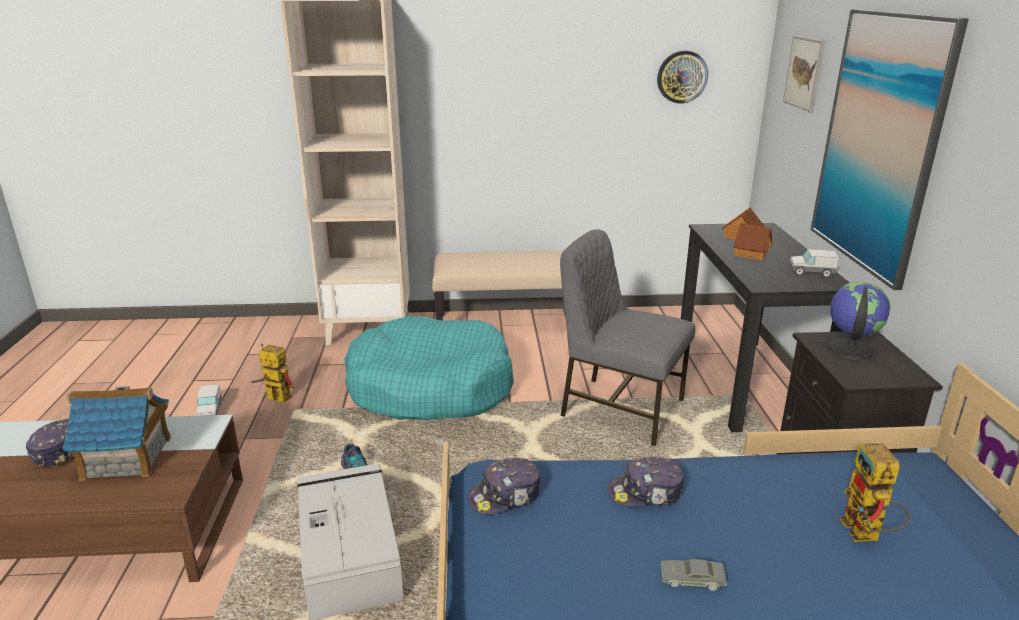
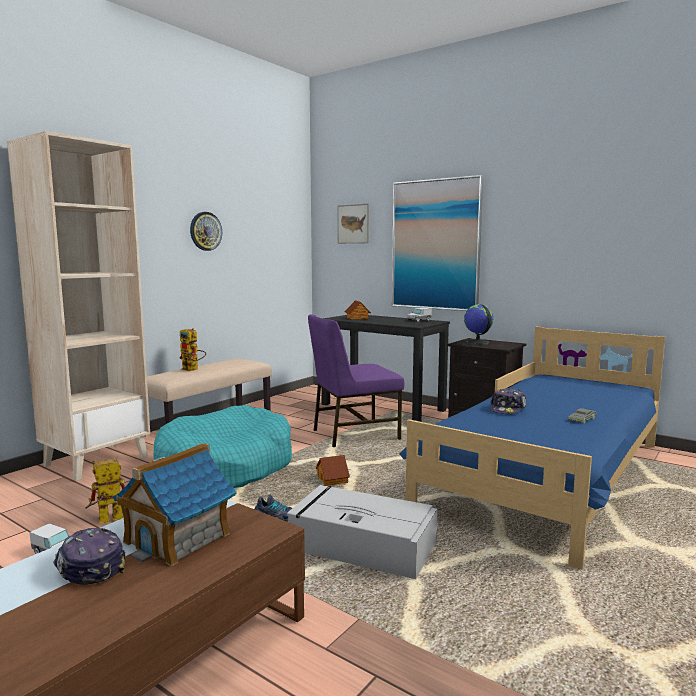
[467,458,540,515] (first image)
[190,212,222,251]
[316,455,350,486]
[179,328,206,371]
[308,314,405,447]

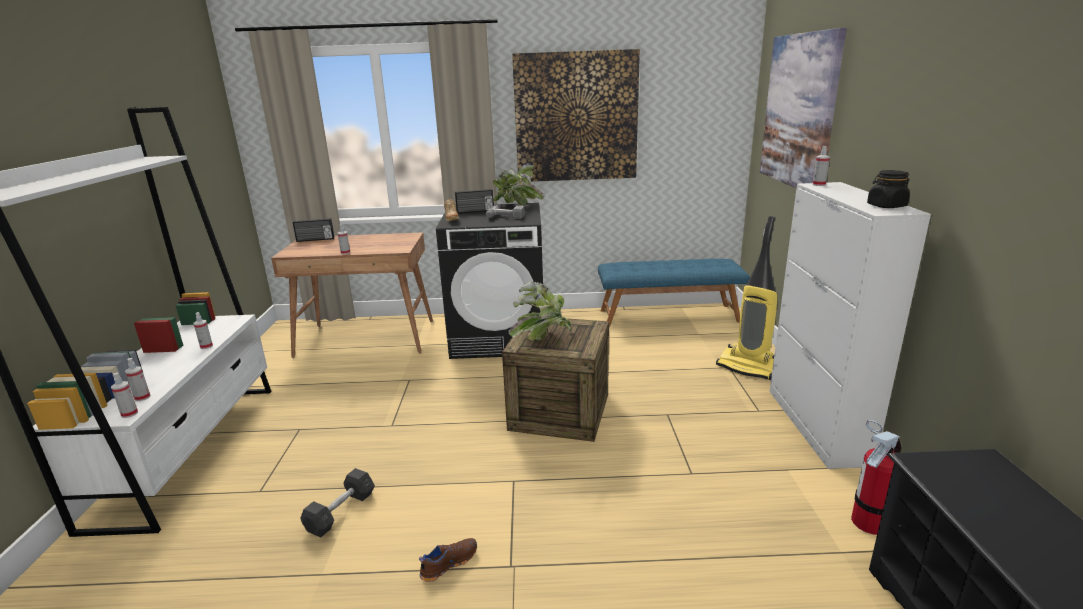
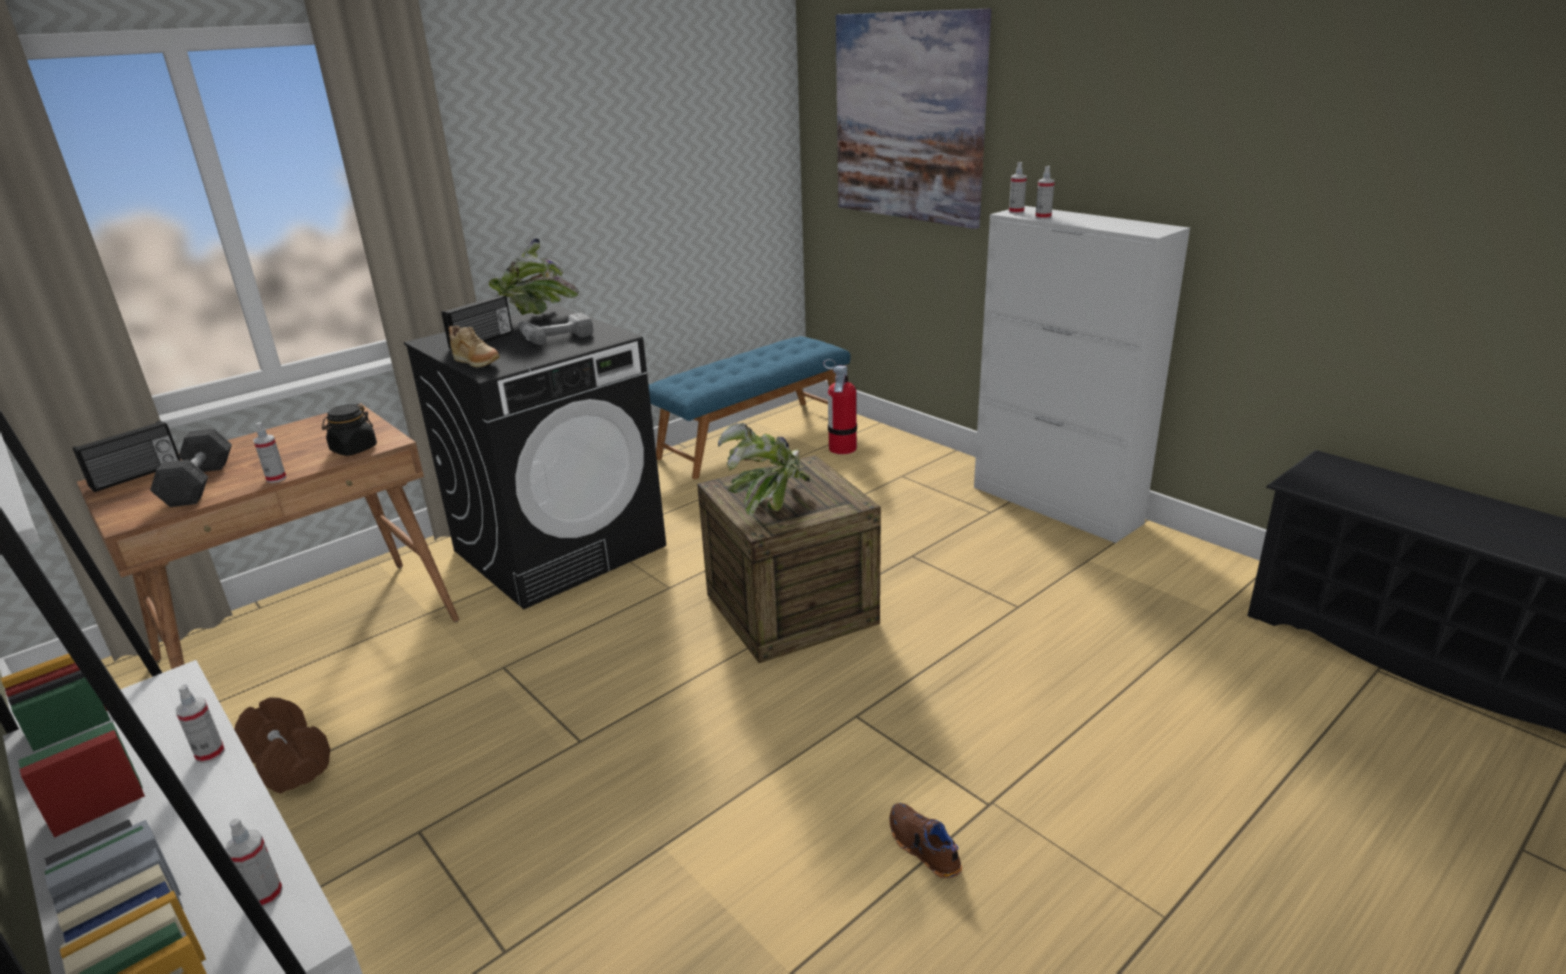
[512,49,640,182] (first image)
[716,216,777,380] (first image)
[234,698,331,794]
[1035,166,1055,219]
[150,428,232,507]
[823,359,857,454]
[322,404,377,456]
[889,803,962,878]

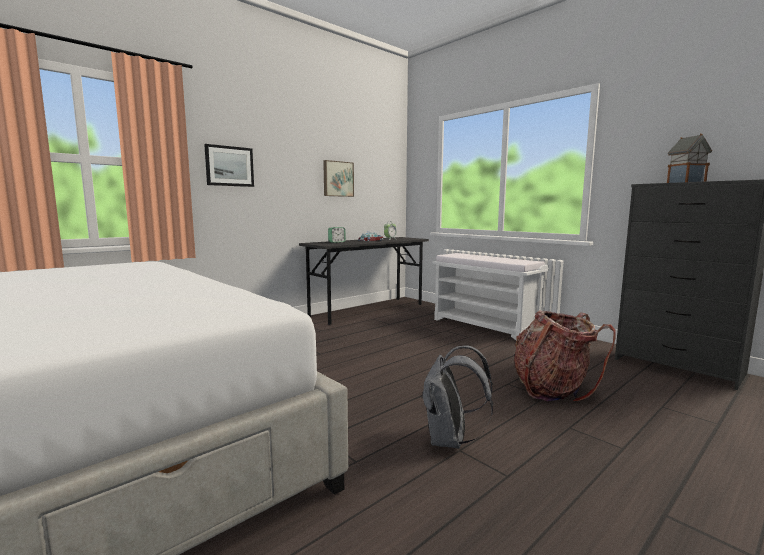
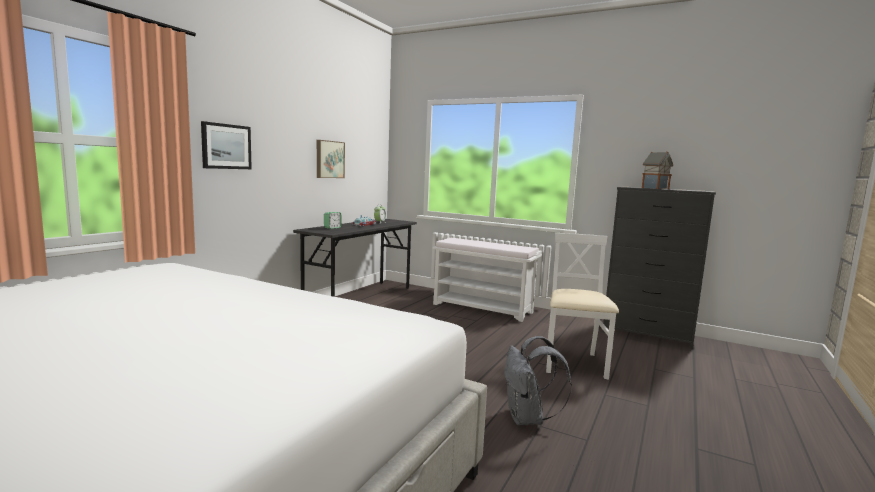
[546,233,619,379]

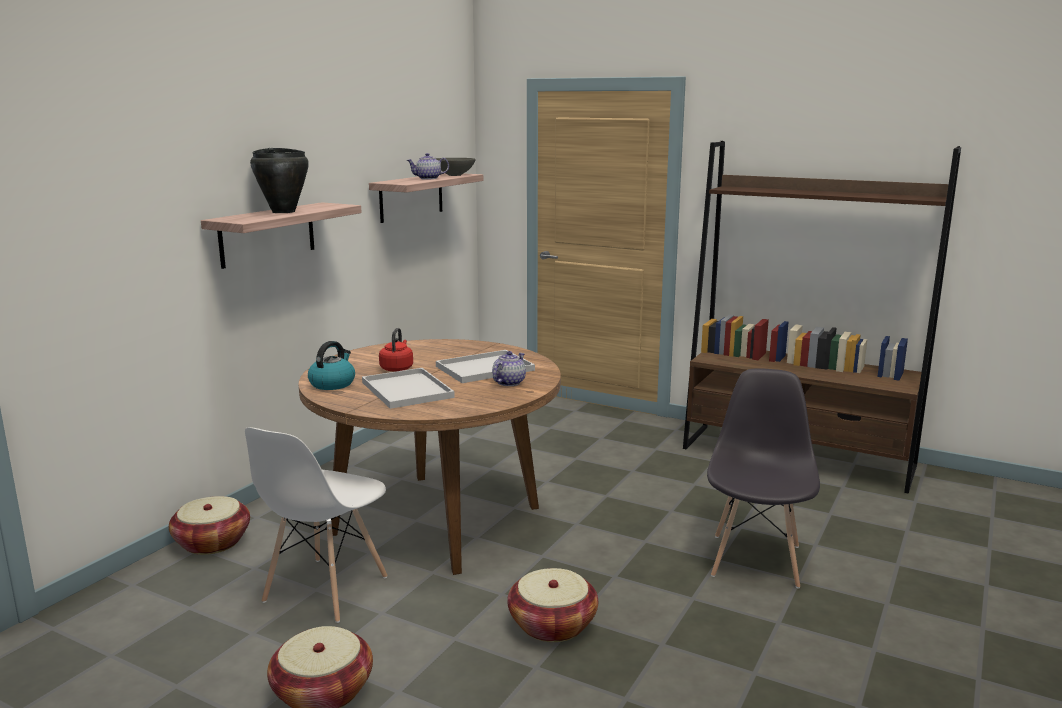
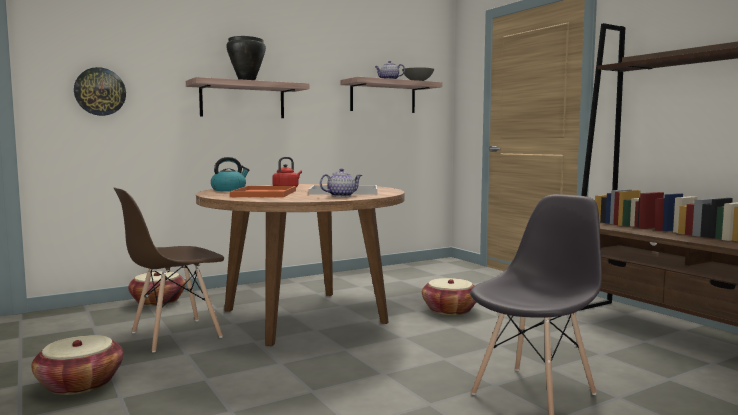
[74,67,126,116]
[422,278,476,315]
[114,187,224,352]
[230,186,296,197]

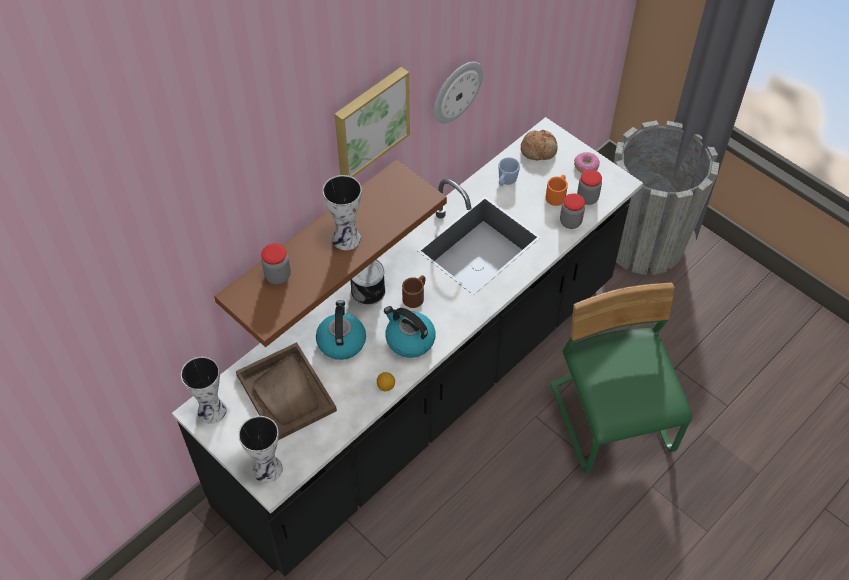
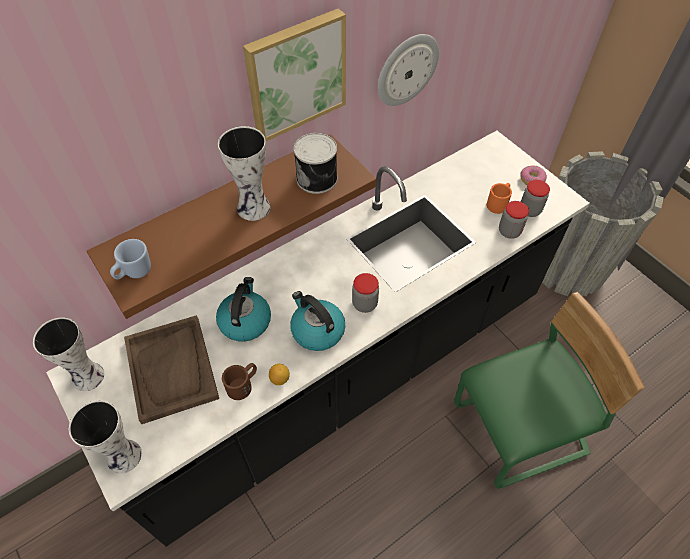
[521,130,558,160] (first image)
[352,273,379,313]
[294,133,338,194]
[222,363,257,400]
[110,239,151,280]
[454,292,644,489]

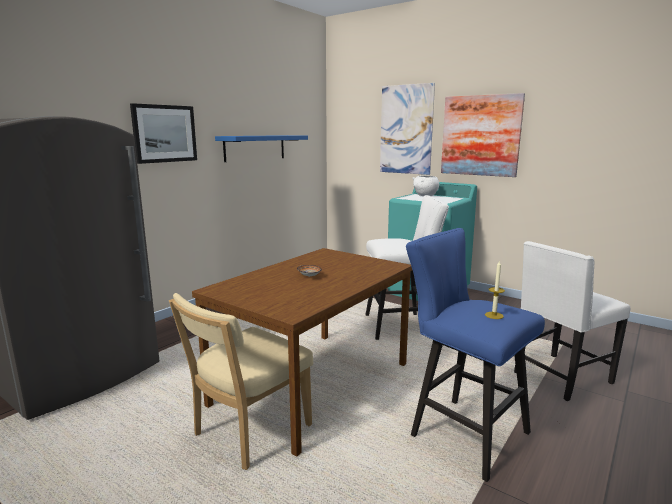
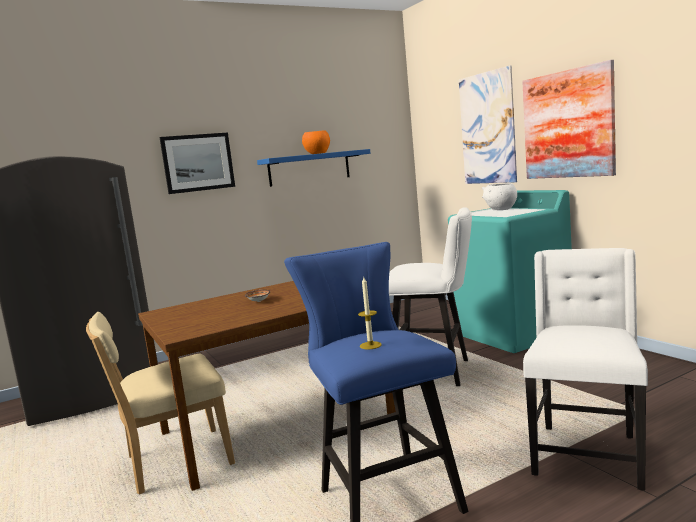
[302,130,330,154]
[523,248,648,490]

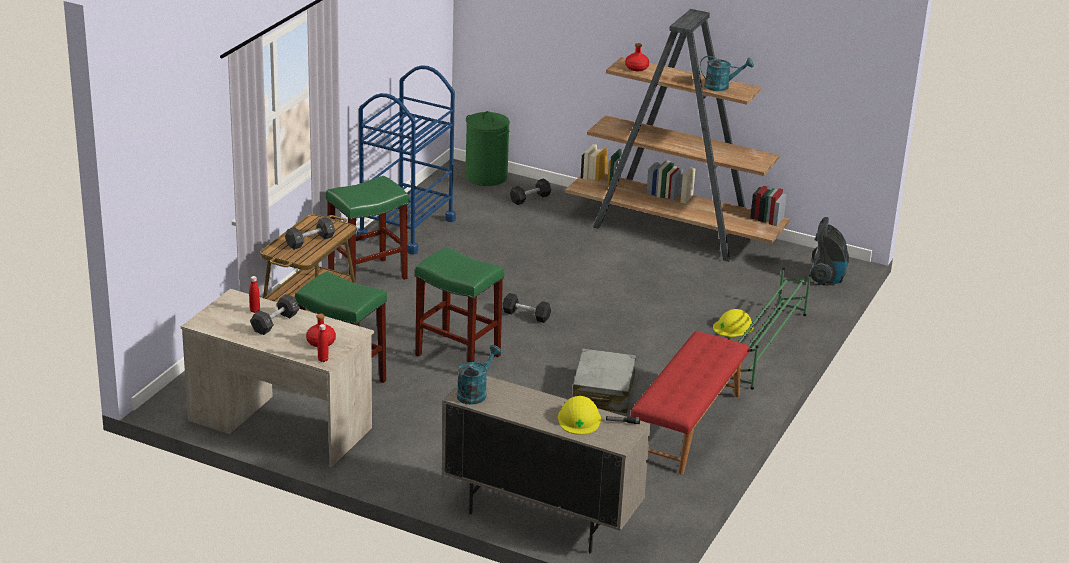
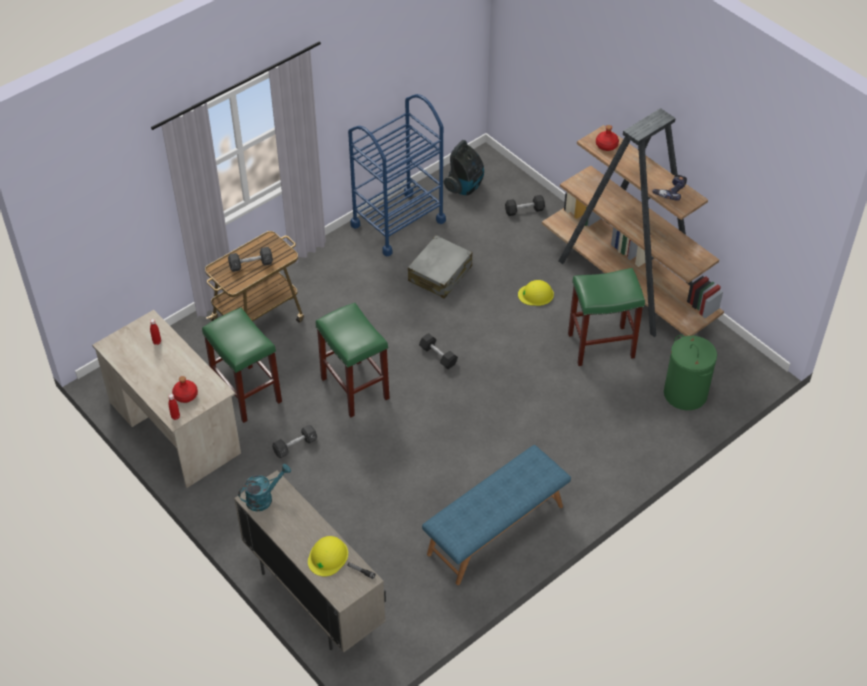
[727,267,811,390] (first image)
[272,425,317,459]
[568,268,645,366]
[664,335,717,410]
[408,235,472,299]
[518,280,554,306]
[444,140,484,196]
[652,175,687,200]
[422,445,571,585]

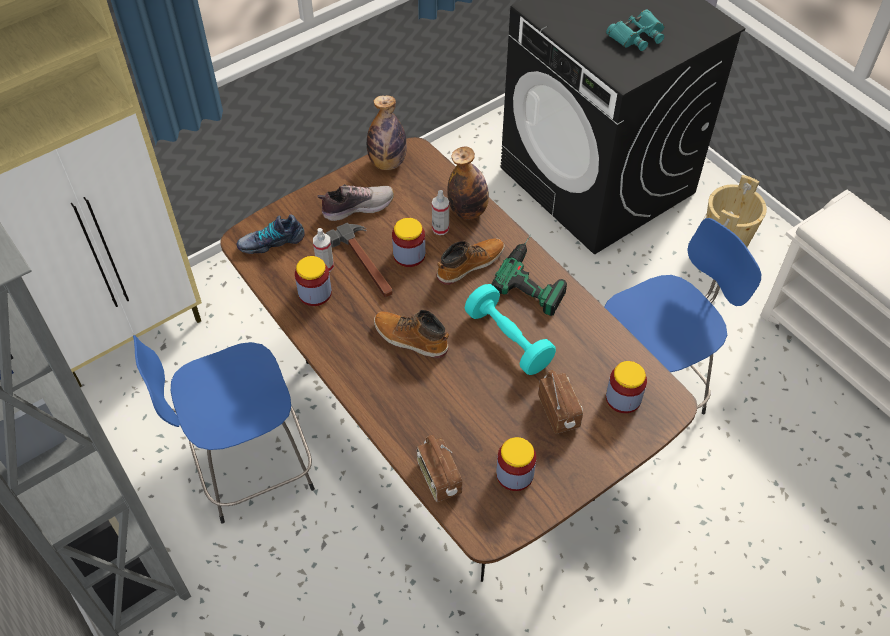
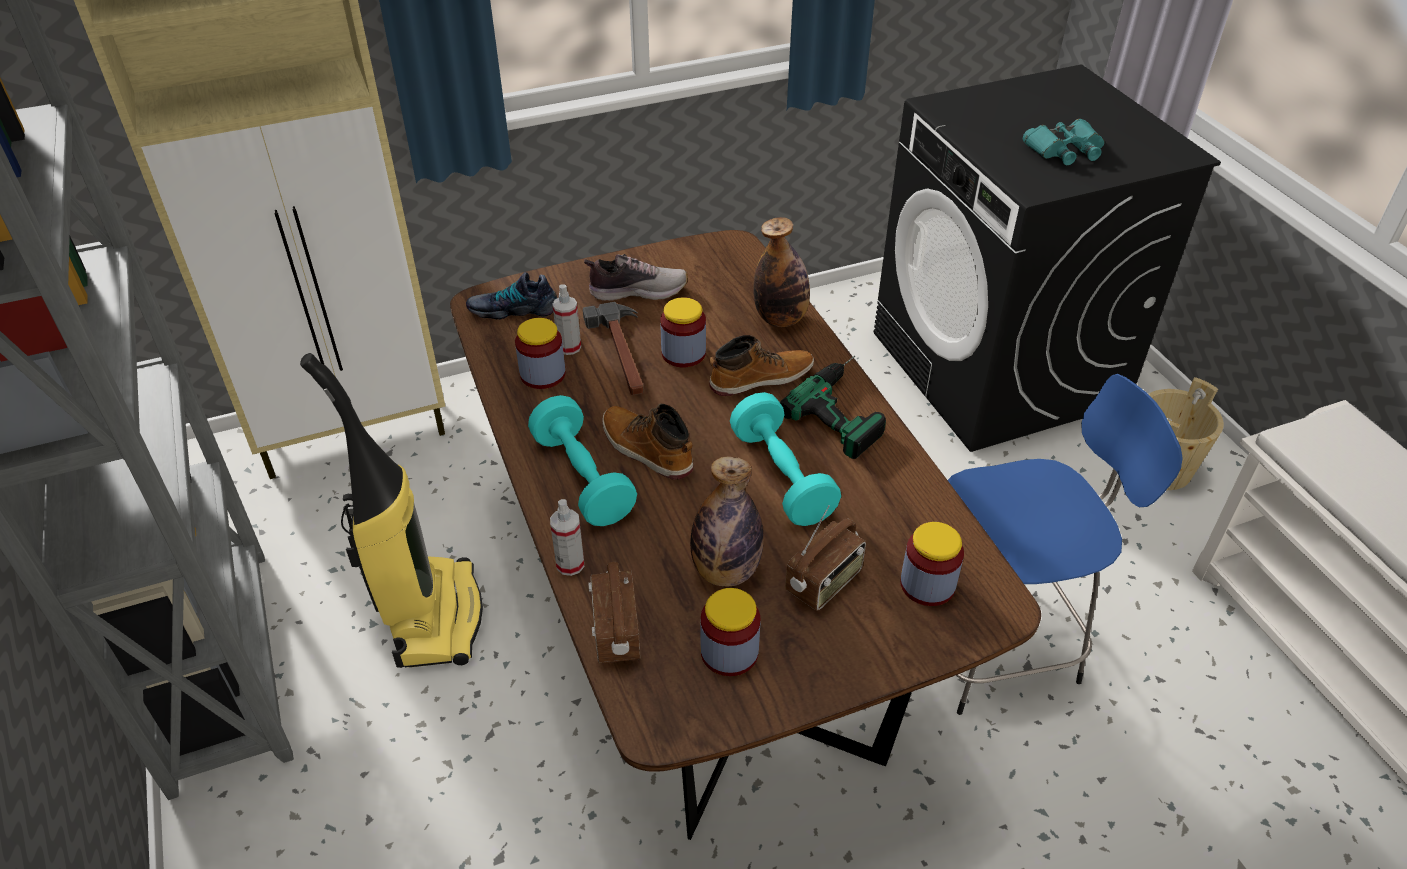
[528,395,637,526]
[690,456,764,586]
[550,499,584,576]
[300,353,483,668]
[785,505,866,611]

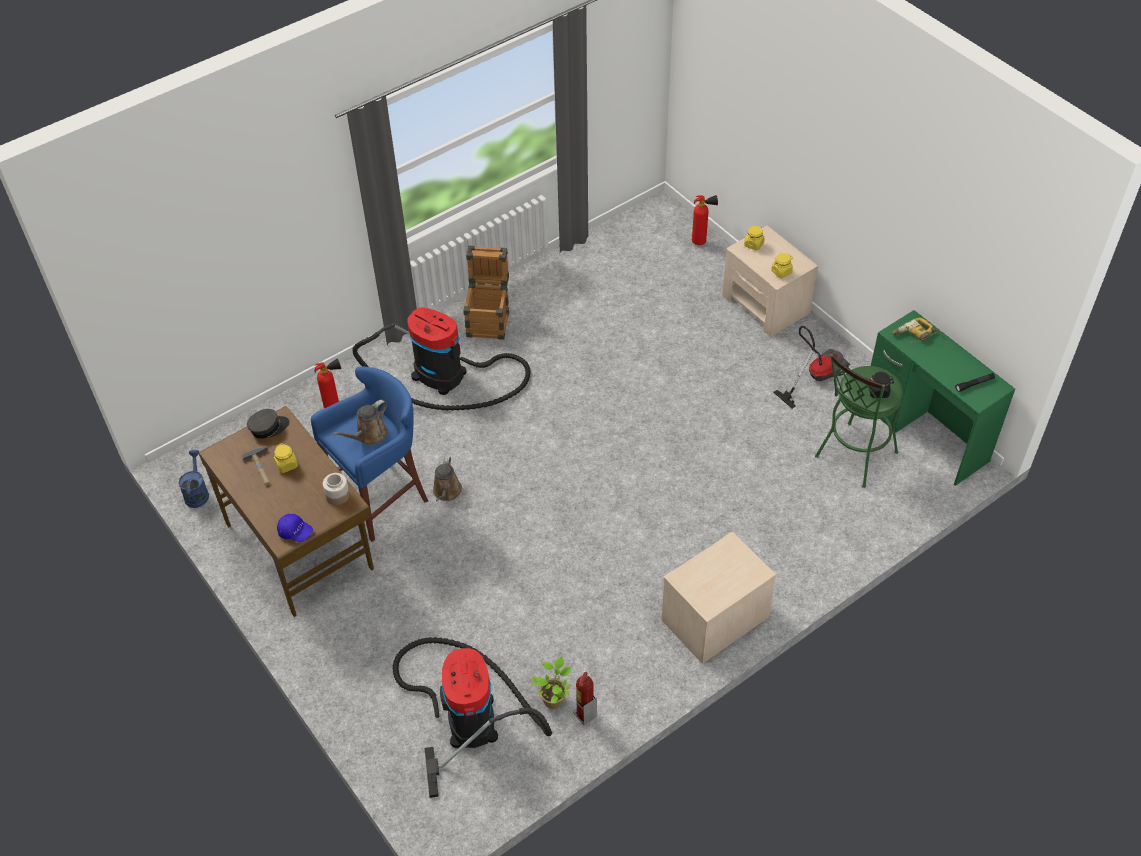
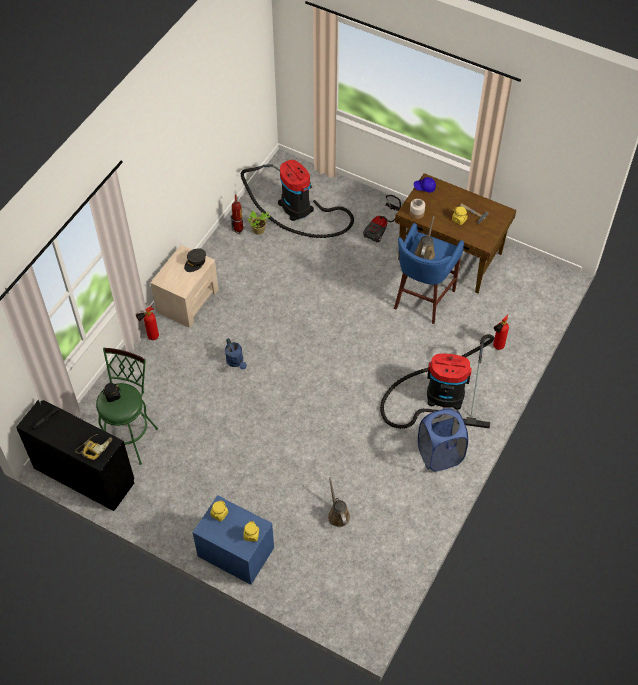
[225,338,247,369]
[184,248,206,272]
[328,477,350,527]
[136,306,159,340]
[363,195,401,243]
[418,408,468,472]
[193,495,274,585]
[16,399,134,511]

